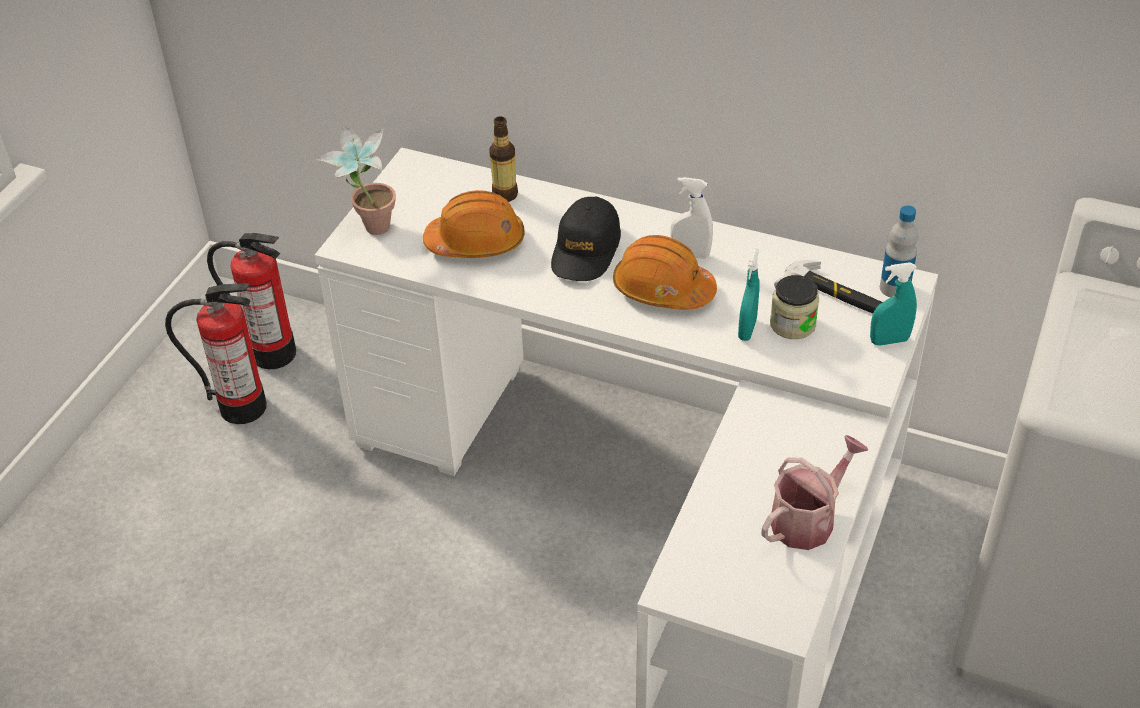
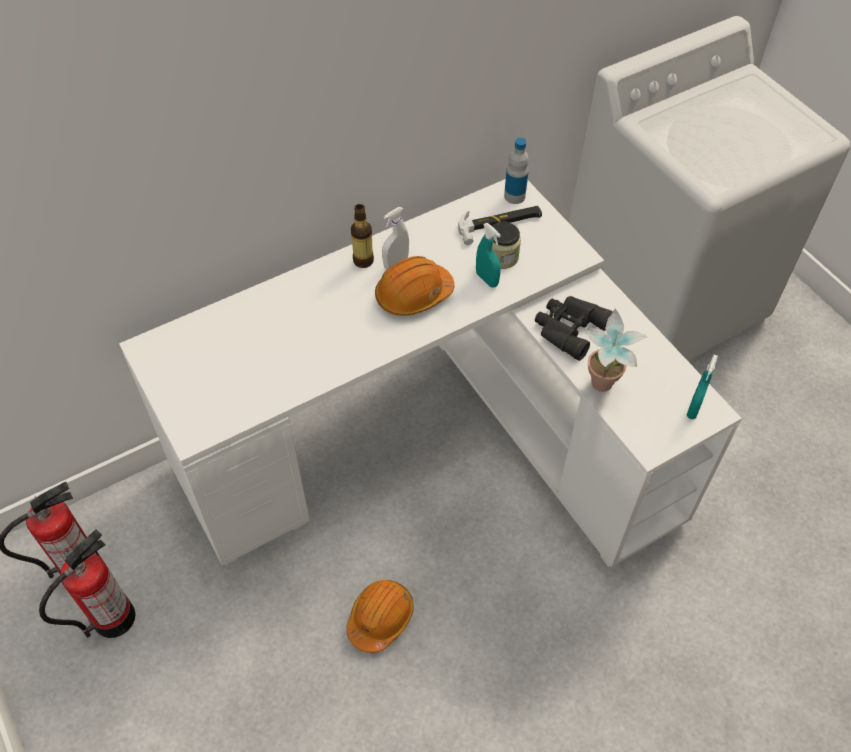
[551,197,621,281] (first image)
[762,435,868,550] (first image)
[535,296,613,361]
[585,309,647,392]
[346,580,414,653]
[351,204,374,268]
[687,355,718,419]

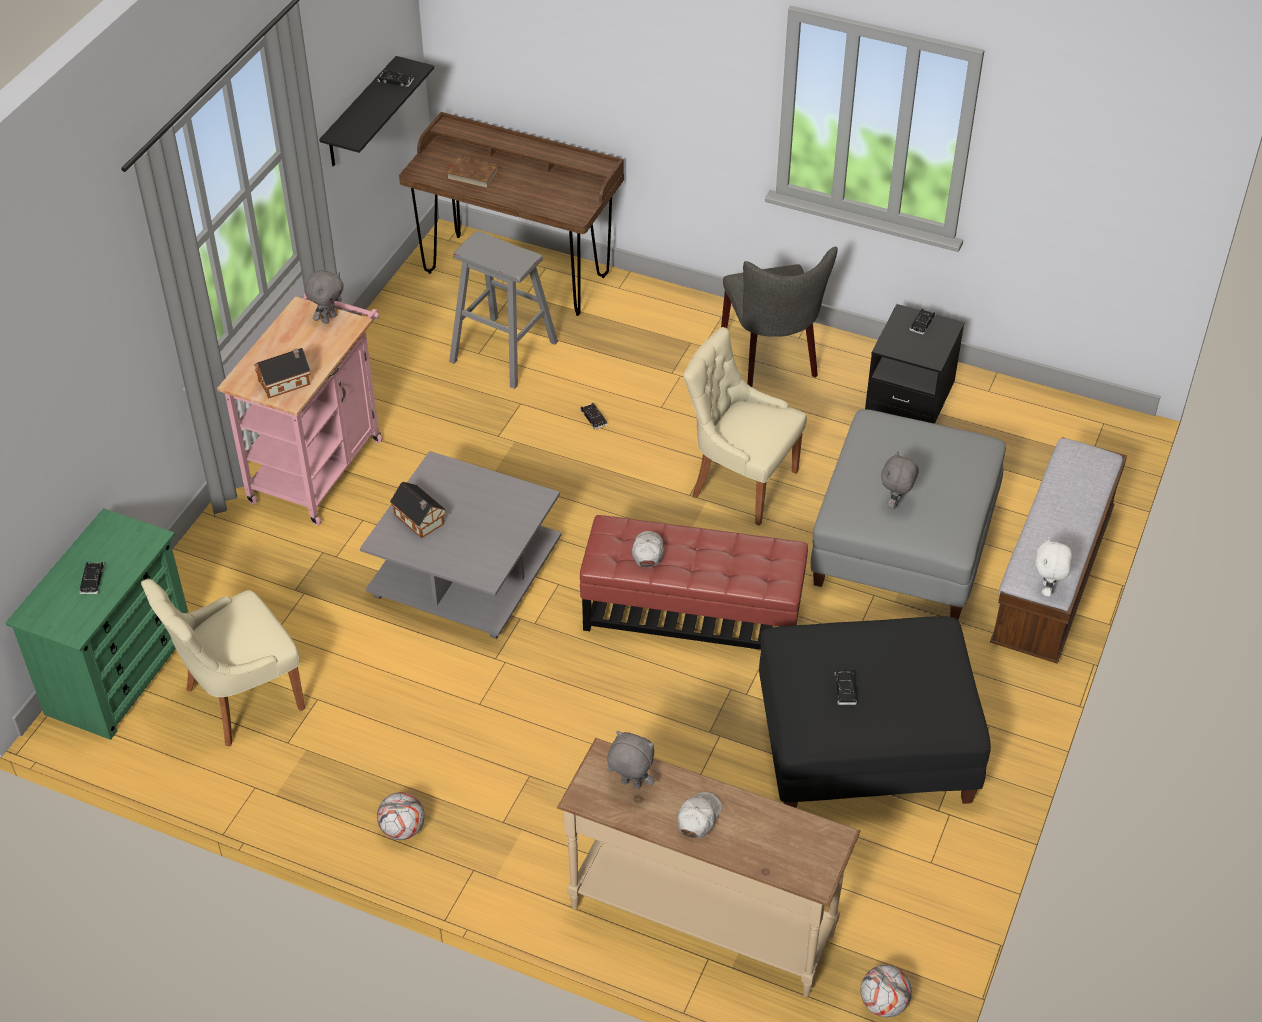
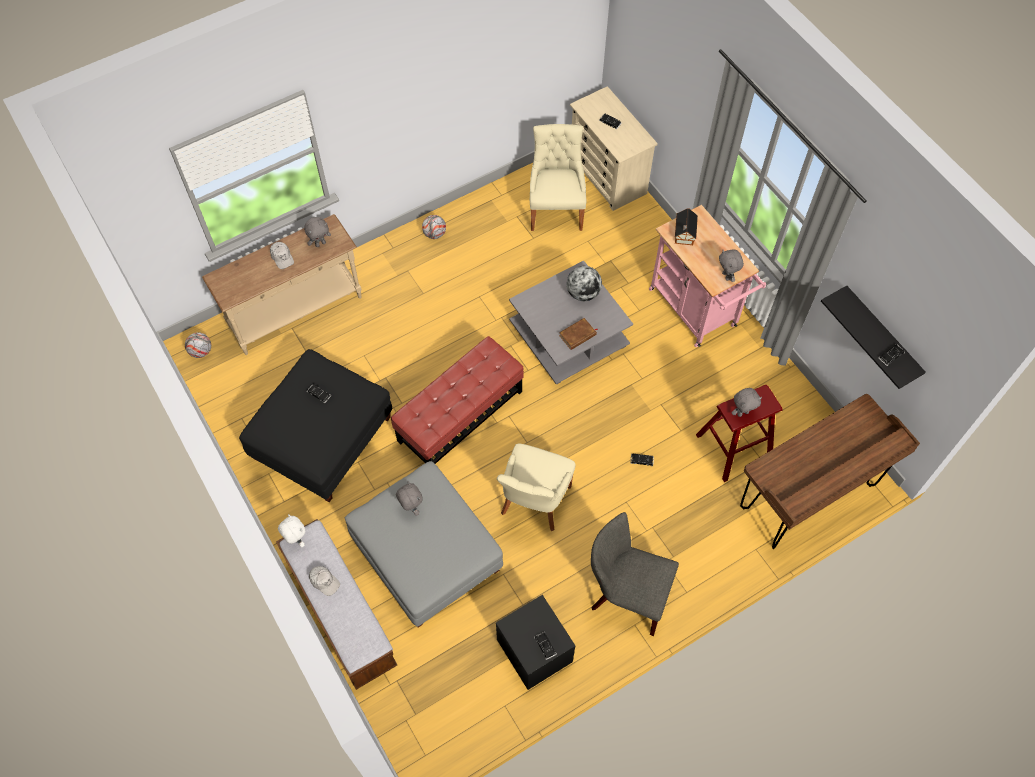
[731,388,762,417]
[559,318,598,350]
[309,566,340,596]
[567,266,602,301]
[570,86,658,211]
[696,385,783,482]
[497,443,576,531]

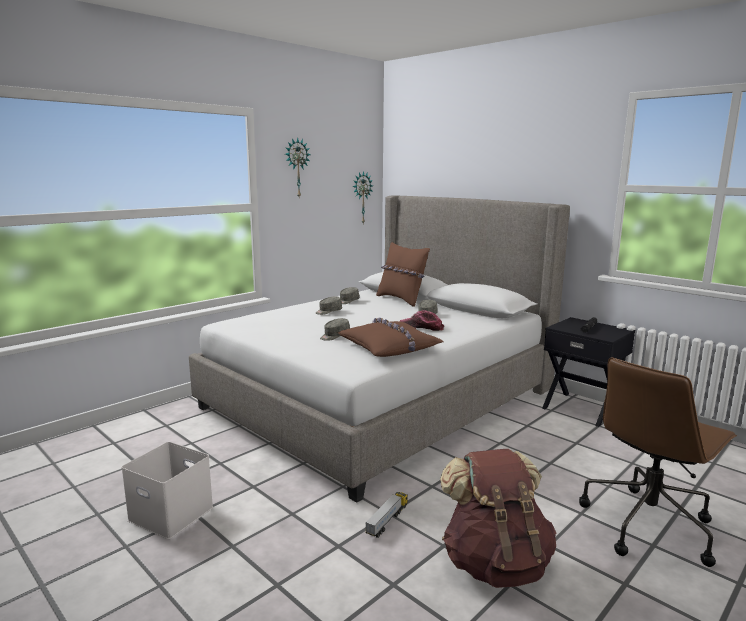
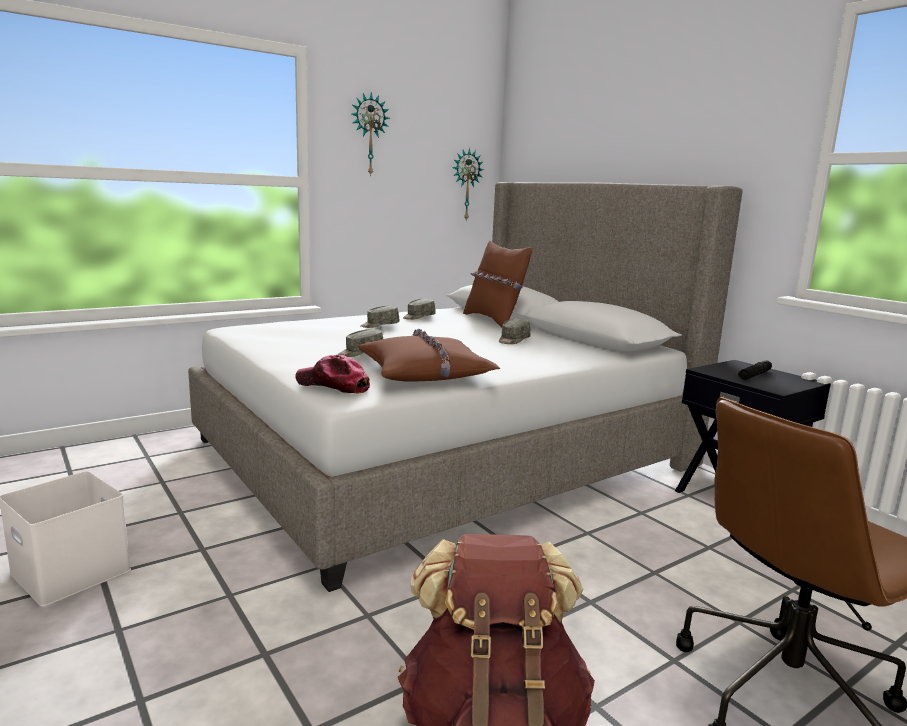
[365,492,408,538] (first image)
[295,355,370,394]

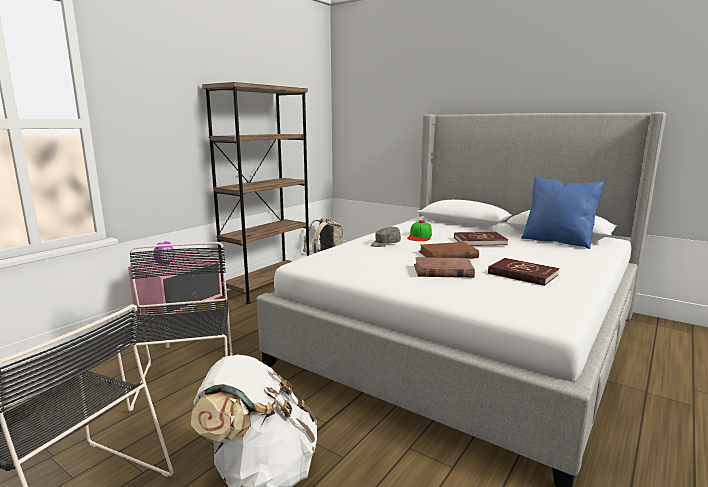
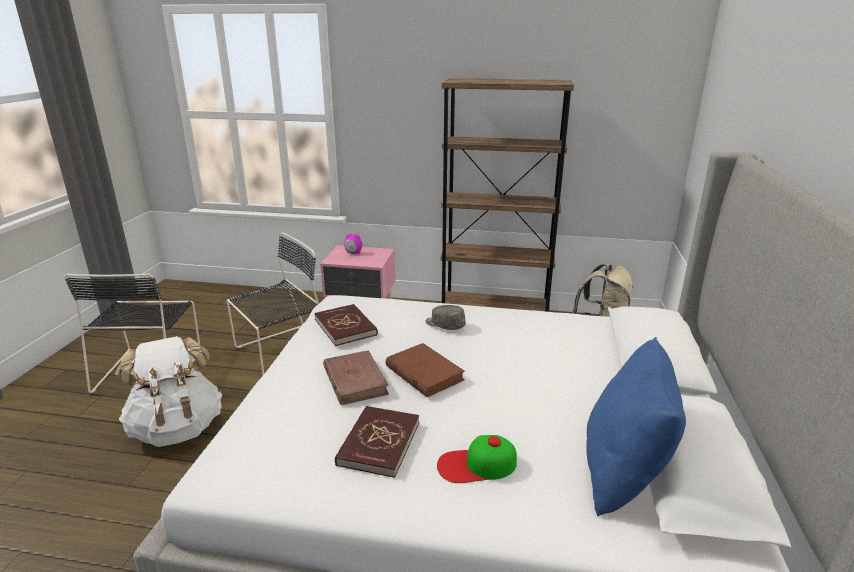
[437,435,517,483]
[314,304,378,346]

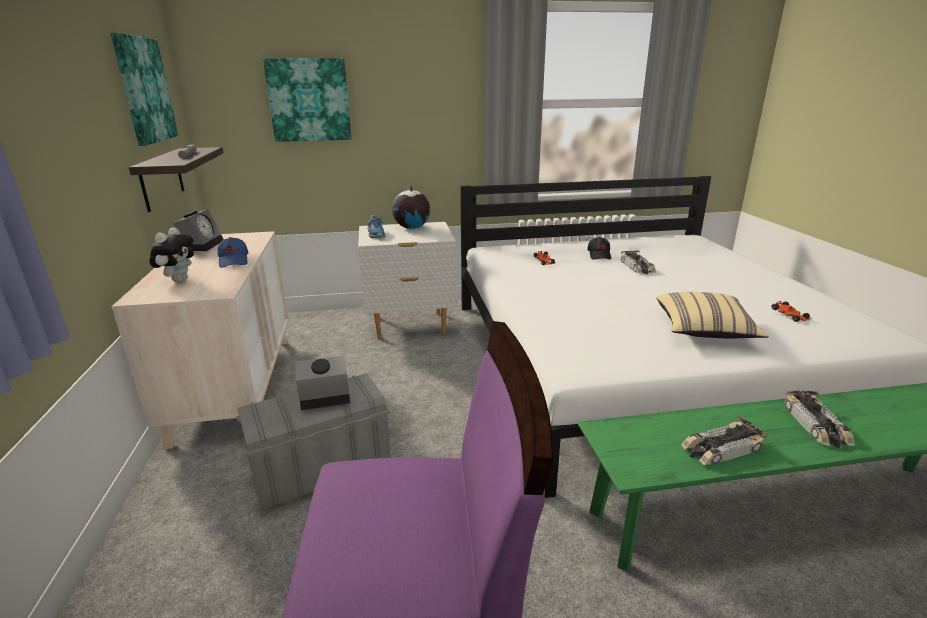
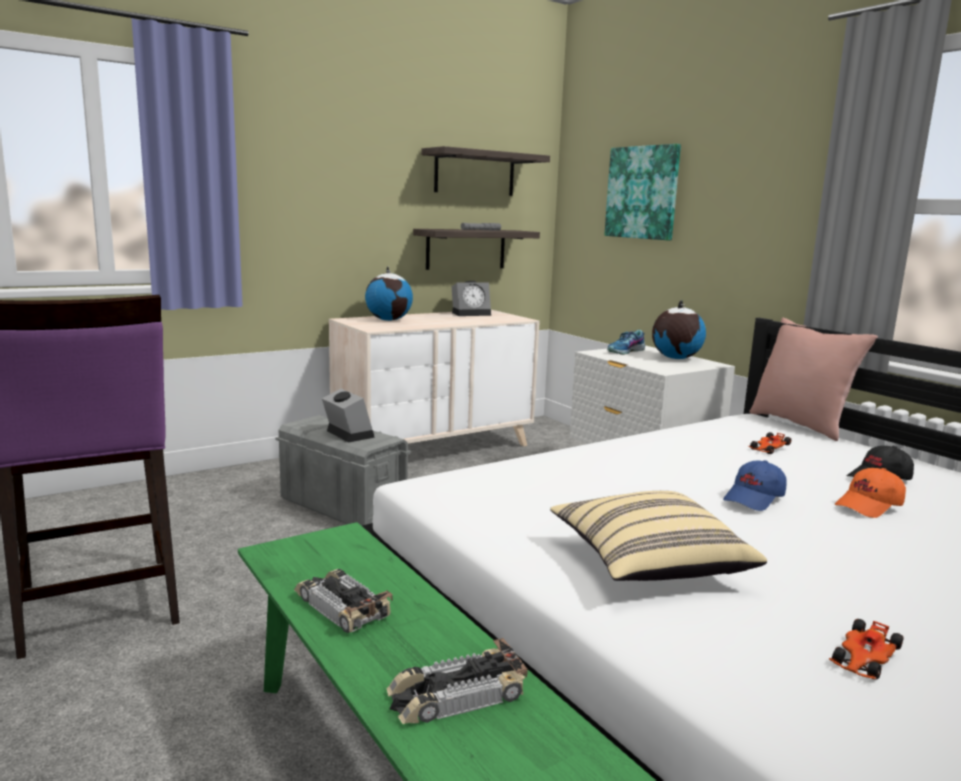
[749,318,878,441]
[723,460,787,511]
[421,146,550,196]
[365,266,413,321]
[835,468,906,518]

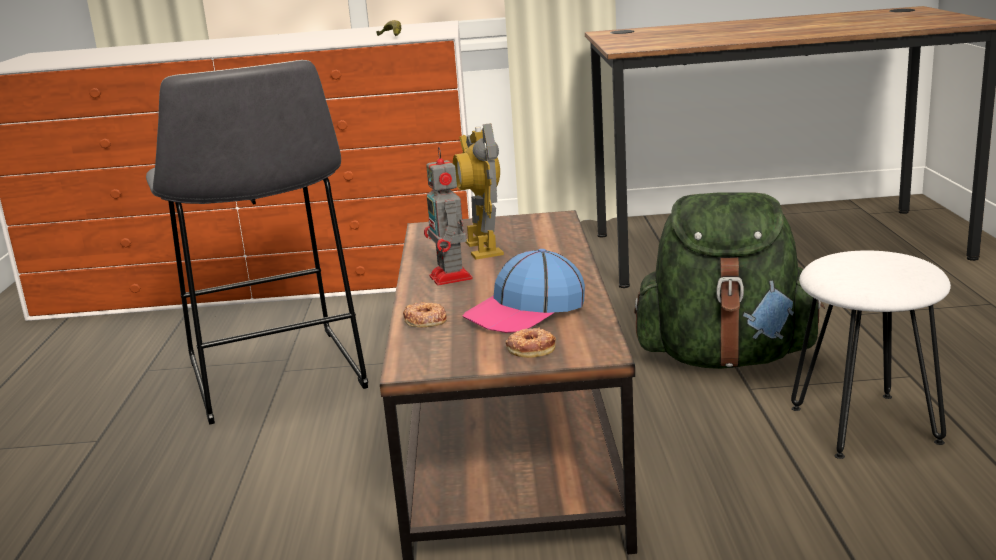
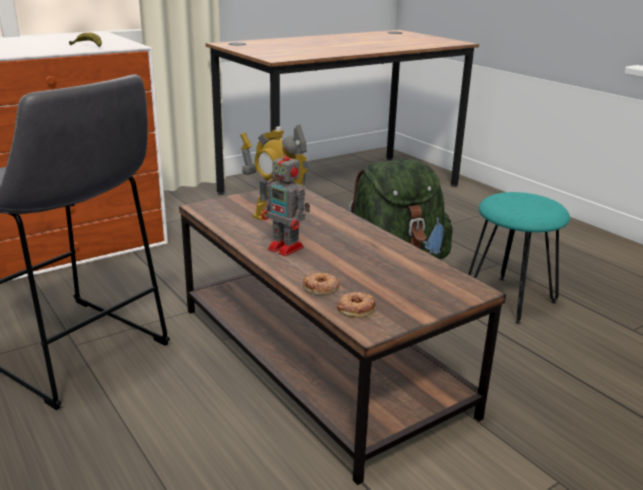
[463,249,585,333] (first image)
[337,291,376,317]
[468,192,570,324]

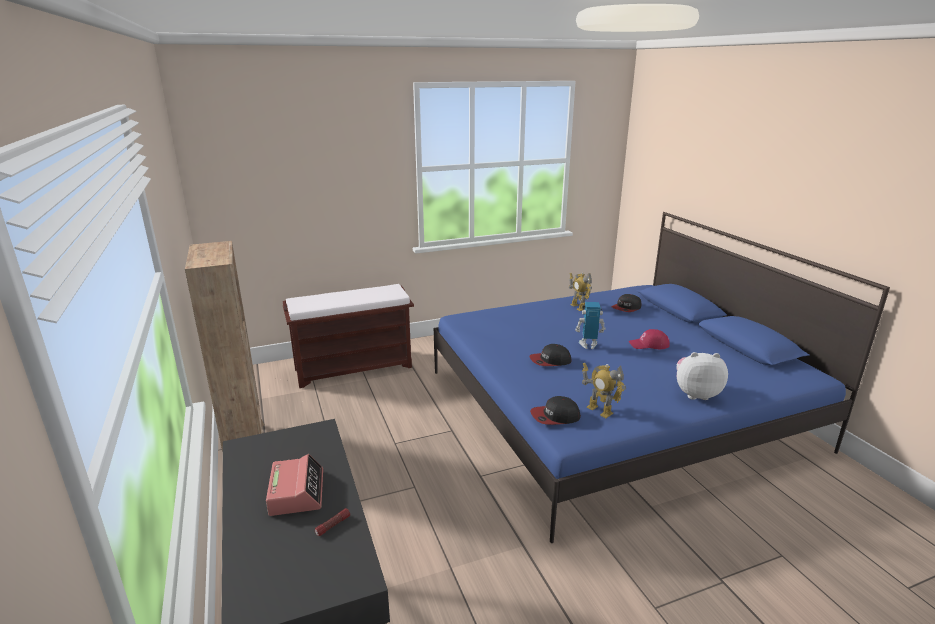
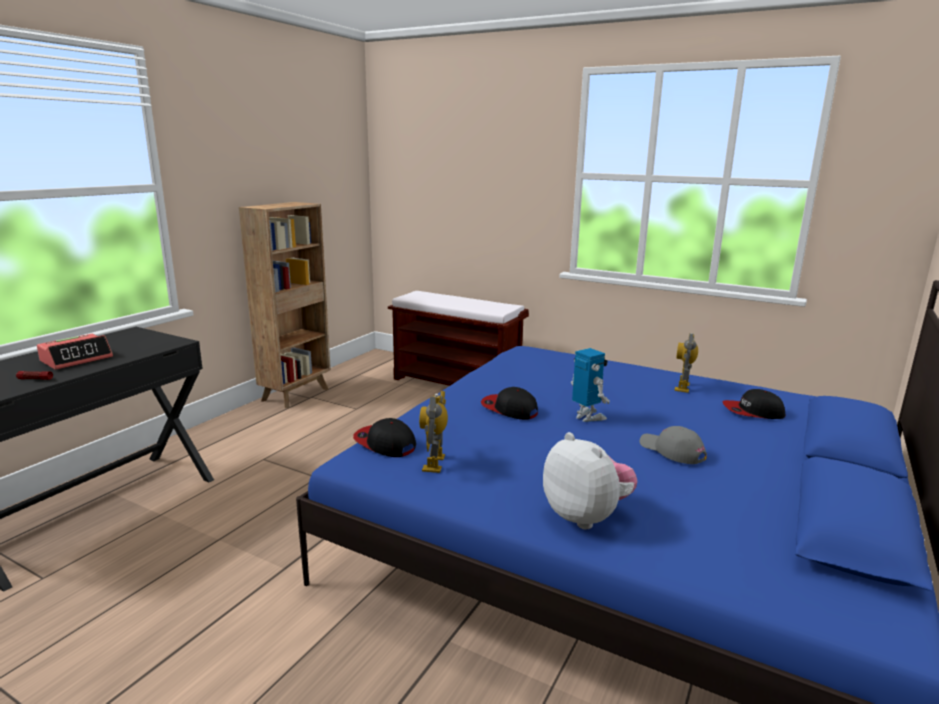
[640,426,707,464]

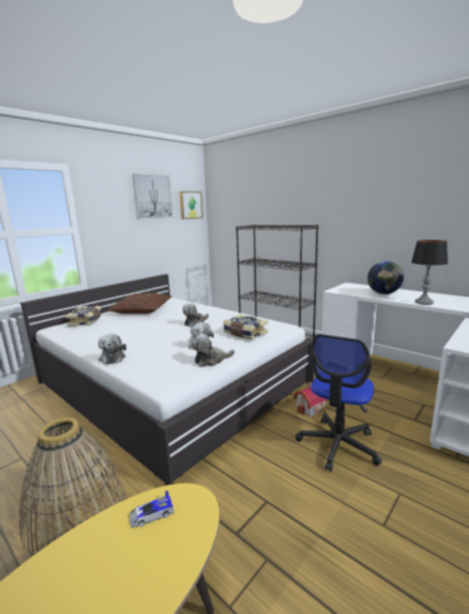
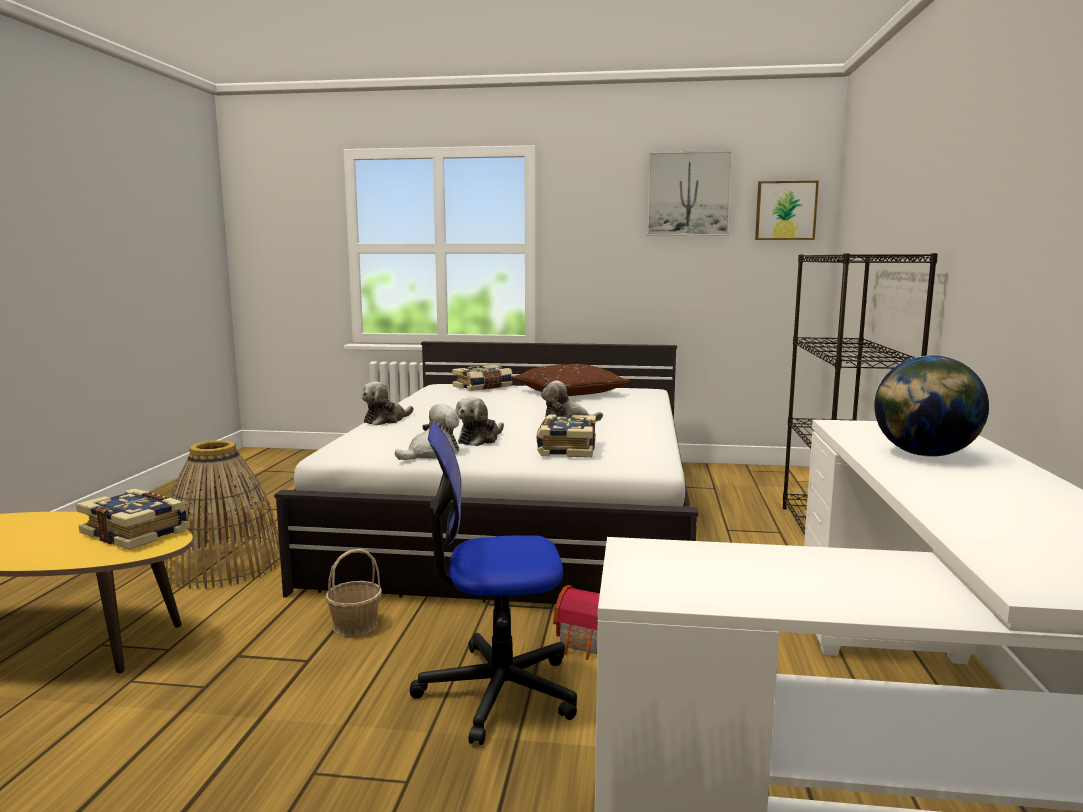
[411,240,448,305] (first image)
[325,549,382,637]
[76,489,189,550]
[395,404,459,460]

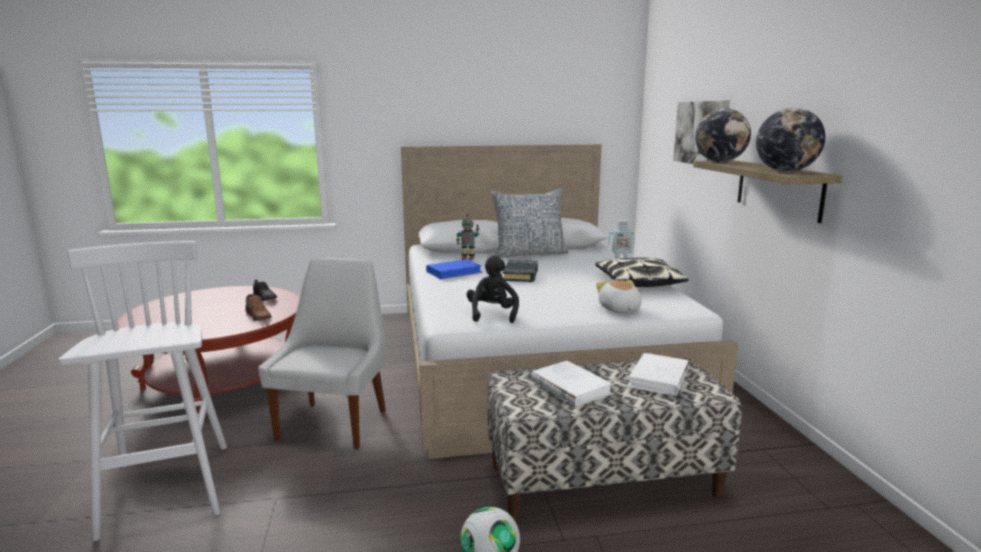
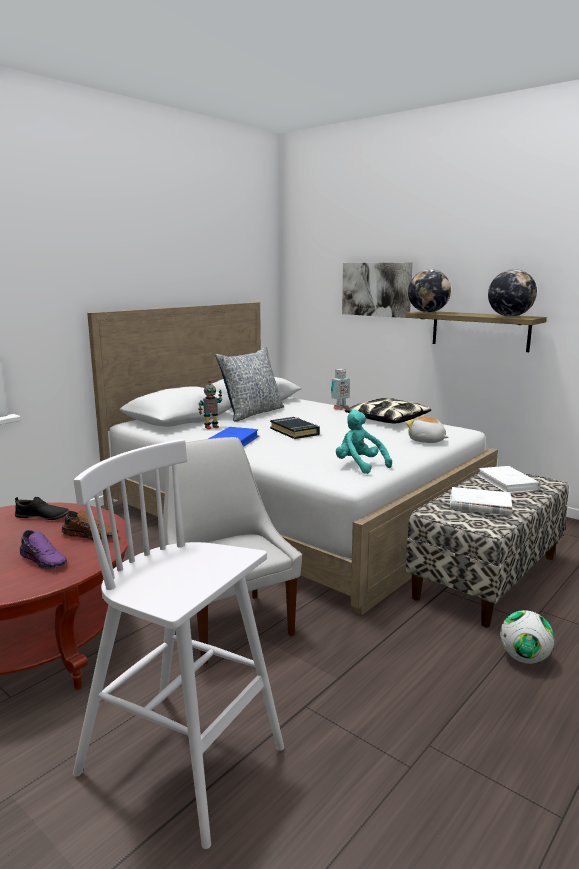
[20,530,67,570]
[336,410,392,474]

